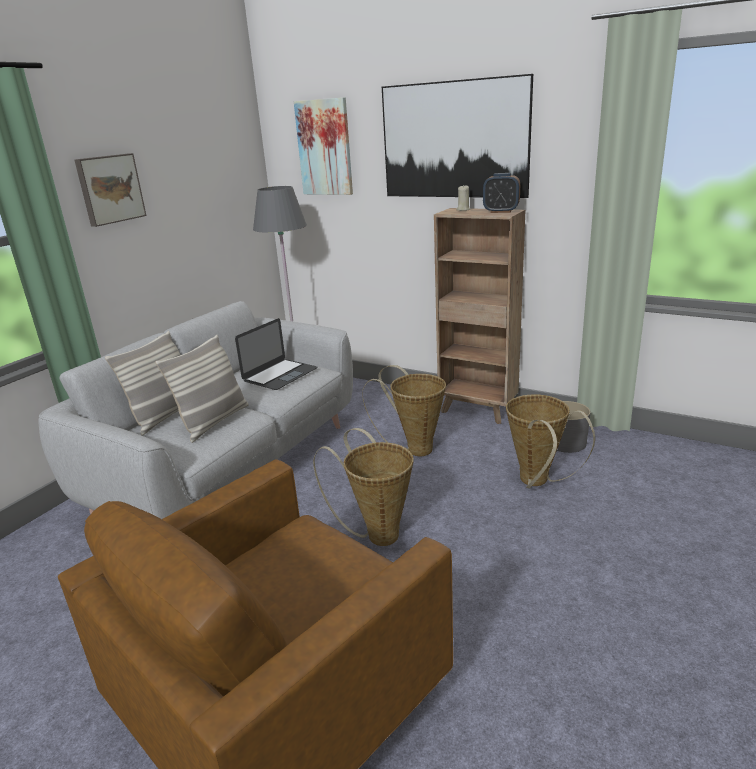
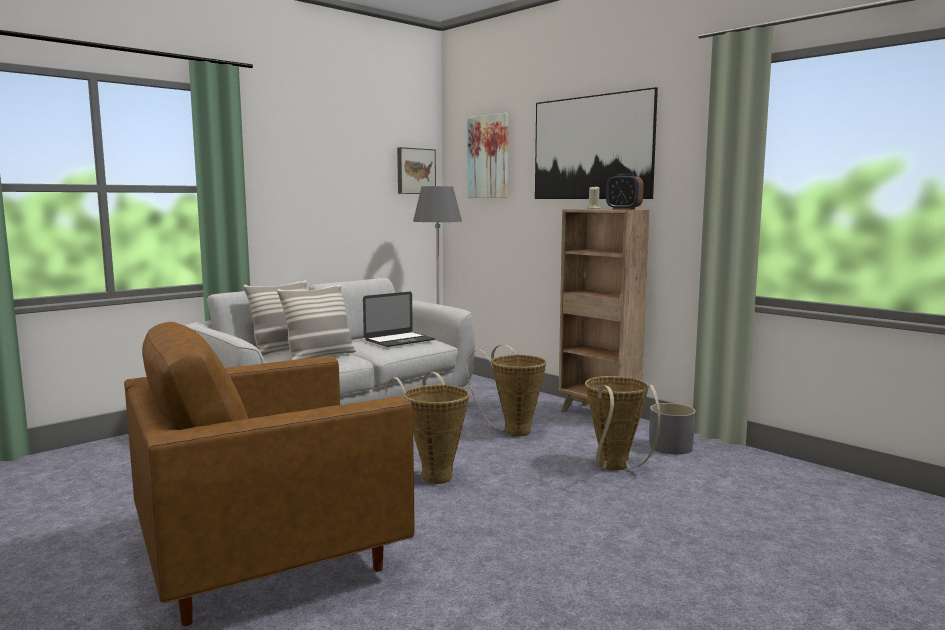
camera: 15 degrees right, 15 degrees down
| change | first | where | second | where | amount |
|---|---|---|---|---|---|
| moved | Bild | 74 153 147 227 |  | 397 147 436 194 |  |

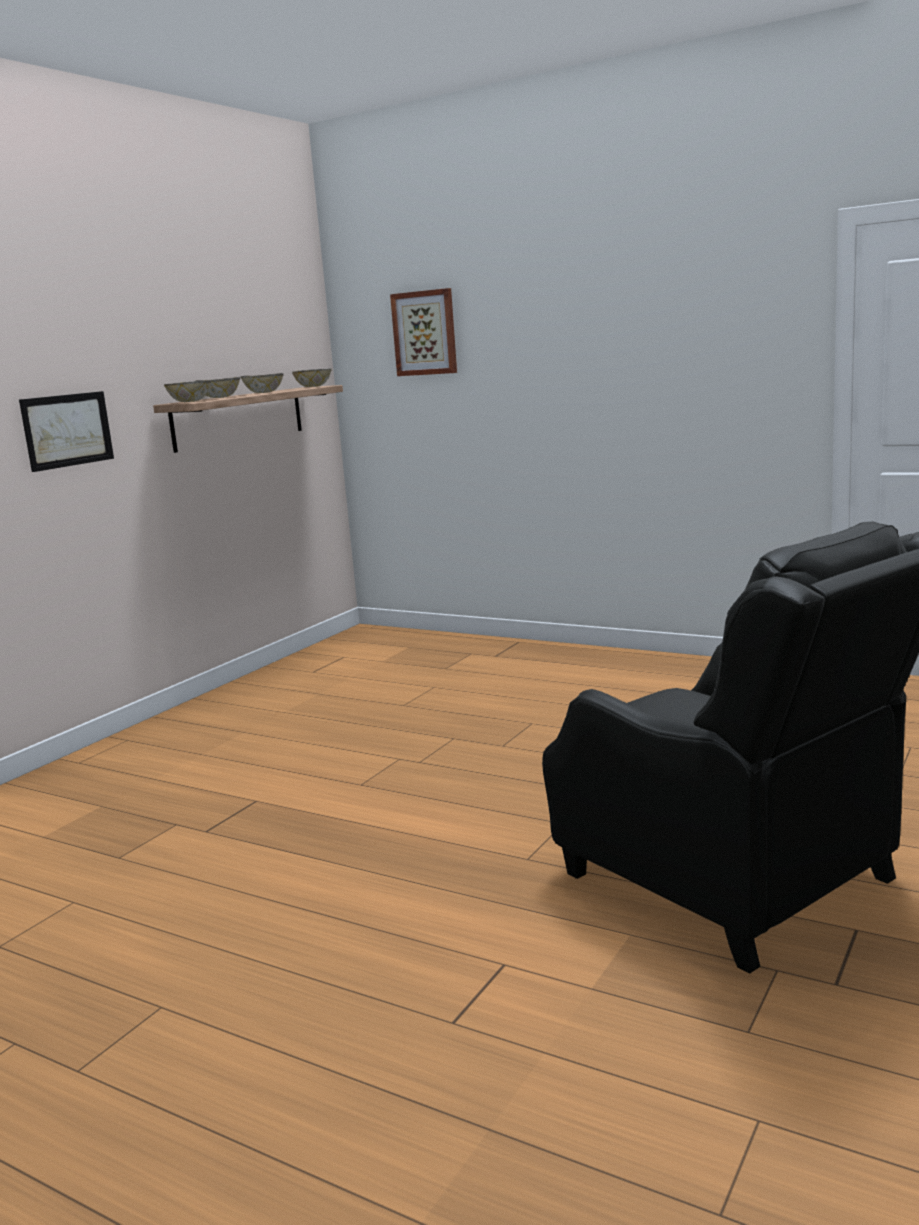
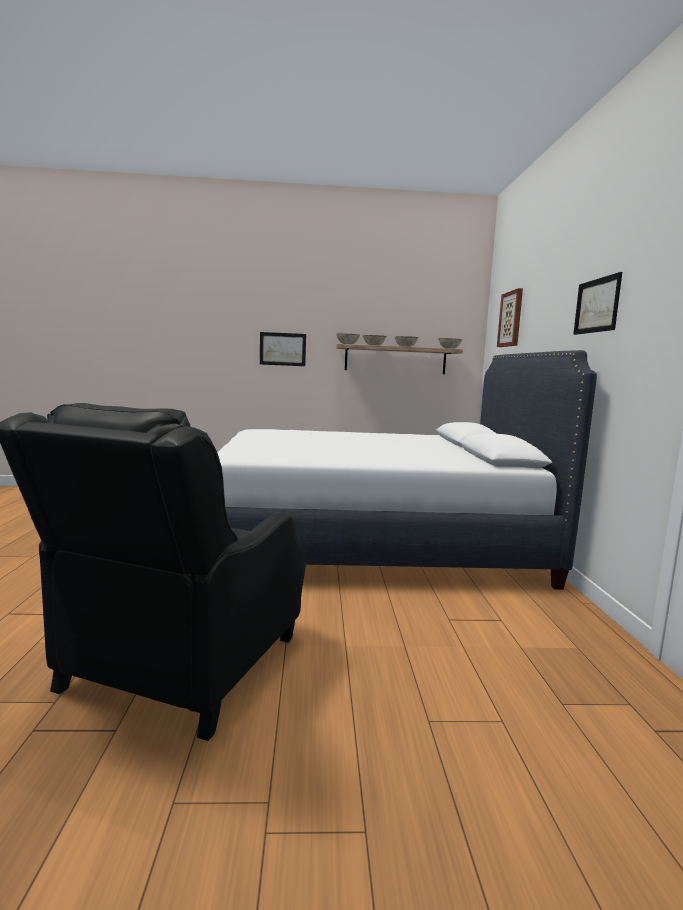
camera: 55 degrees right, 5 degrees down
| change | first | where | second | where | amount |
|---|---|---|---|---|---|
| added |  |  | Bett (weiß) | 217 350 597 590 |  |
| added |  |  | Bild | 573 272 622 335 |  |

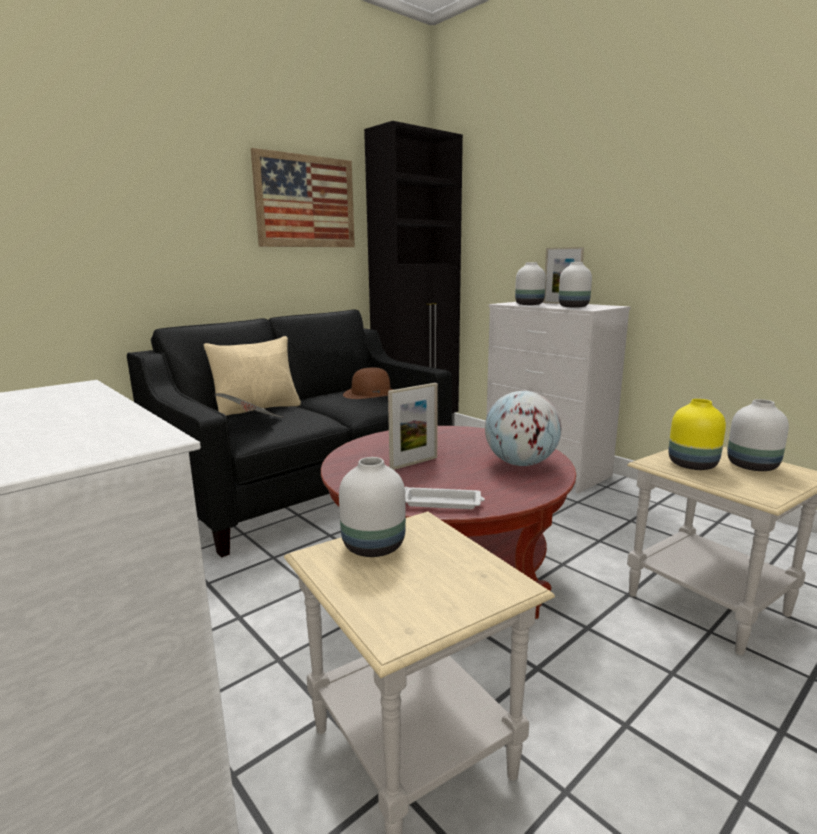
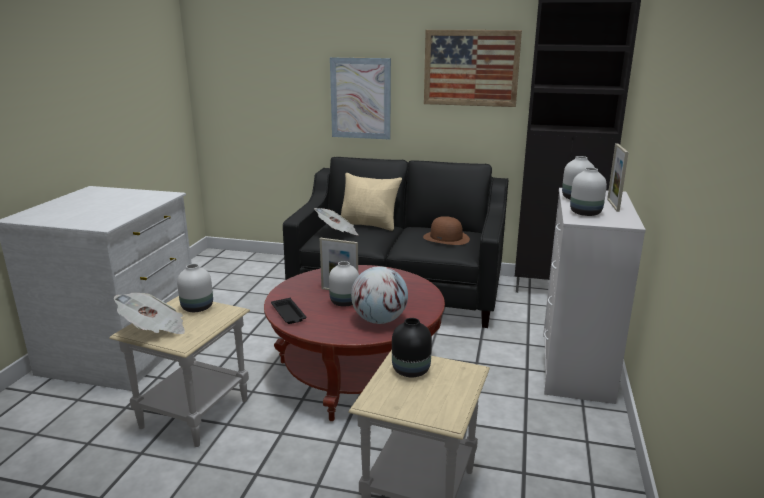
camera: 55 degrees right, 5 degrees up
| change | first | where | second | where | amount |
|---|---|---|---|---|---|
| added |  |  | Zeitung | 114 293 185 334 |  |
| recoloured | Tablett (weiß) | 405 486 485 509 | Tablett (schwarz) | 271 298 307 324 |  |
| moved | Vase (weiß) | 727 399 789 471 |  | 329 261 359 307 |  |
| added |  |  | Bild | 330 57 391 139 |  |
| recoloured | Vase (gelb) | 668 399 726 470 | Vase (schwarz) | 392 318 432 377 |  |

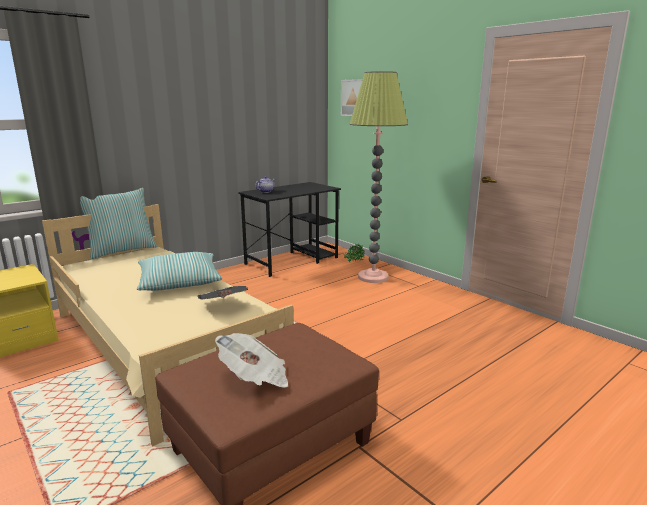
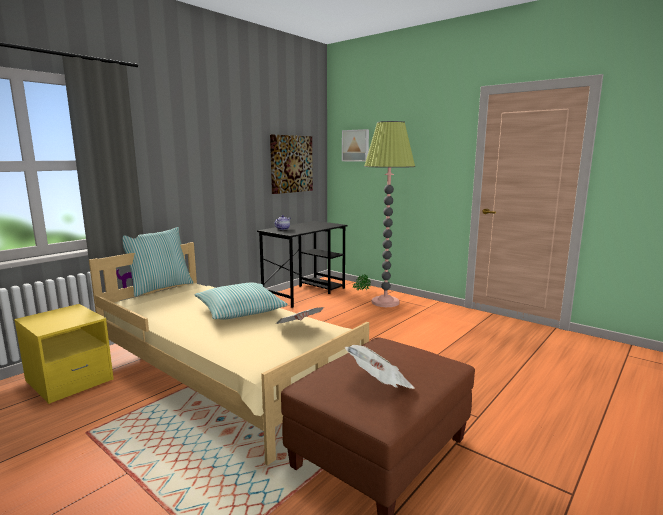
camera: 10 degrees left, 5 degrees down
| change | first | where | second | where | amount |
|---|---|---|---|---|---|
| added |  |  | Bild | 270 135 313 194 |  |

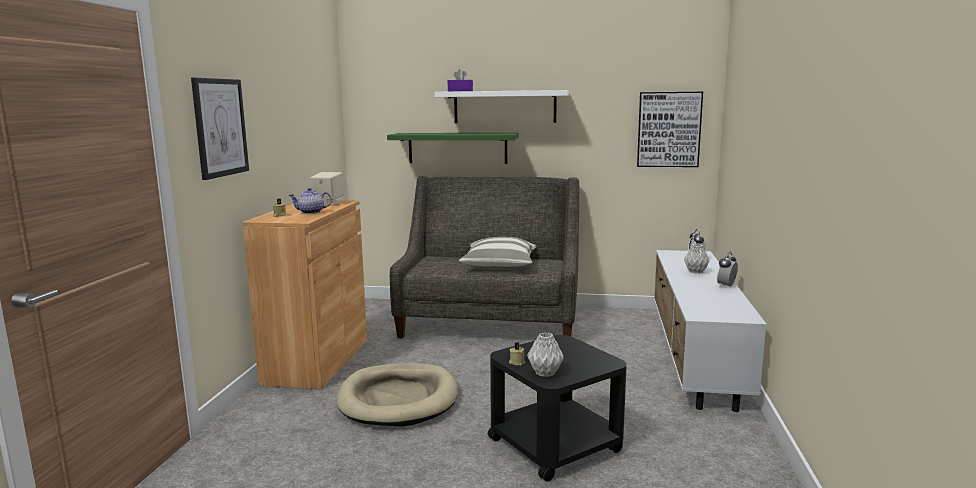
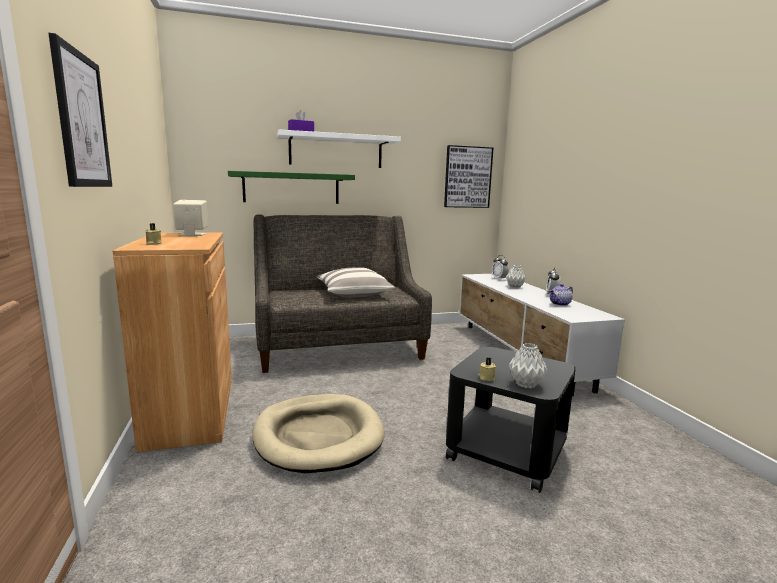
camera: 25 degrees left, 0 degrees up
| change | first | where | second | where | amount |
|---|---|---|---|---|---|
| moved | Teekanne | 289 188 332 214 |  | 550 284 573 306 |  |

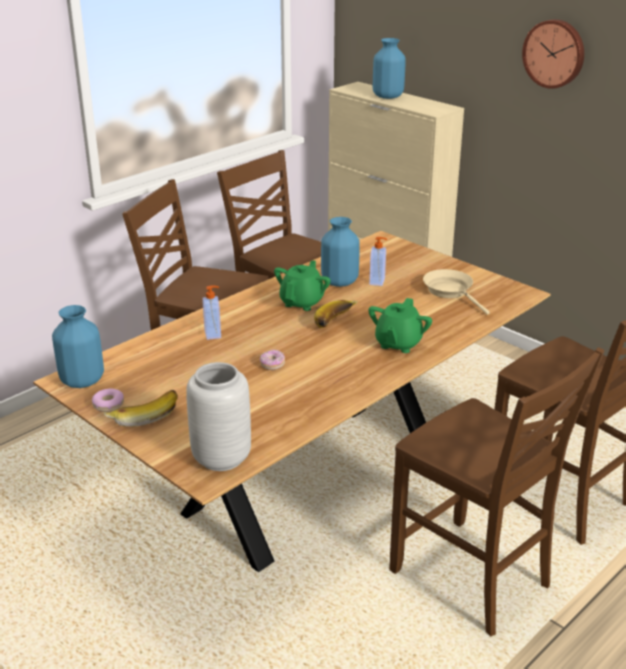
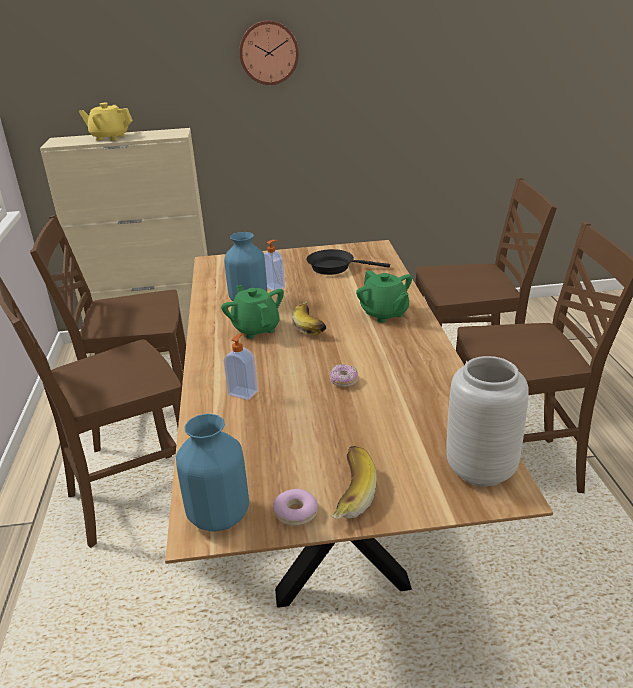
camera: 50 degrees left, 0 degrees up
| change | first | where | second | where | amount |
|---|---|---|---|---|---|
| replaced | Vase (blau) | 373 38 406 99 | Teekanne (gelb) | 79 103 133 141 |  |
| recoloured | Pfanne (beige) | 423 269 490 315 | Pfanne (schwarz) | 306 249 390 275 |  |

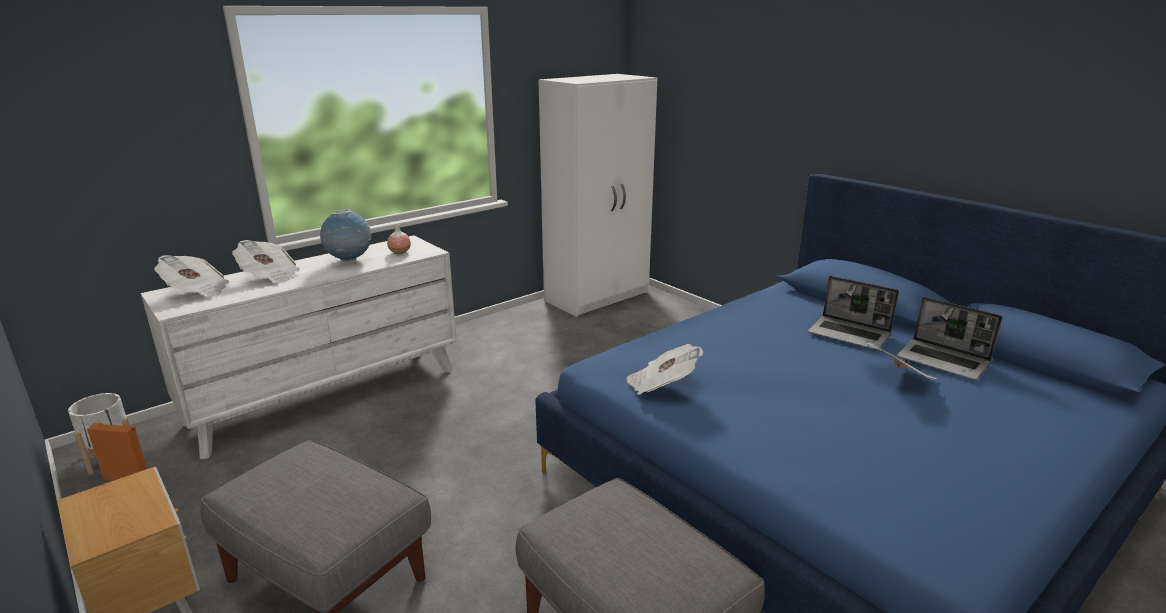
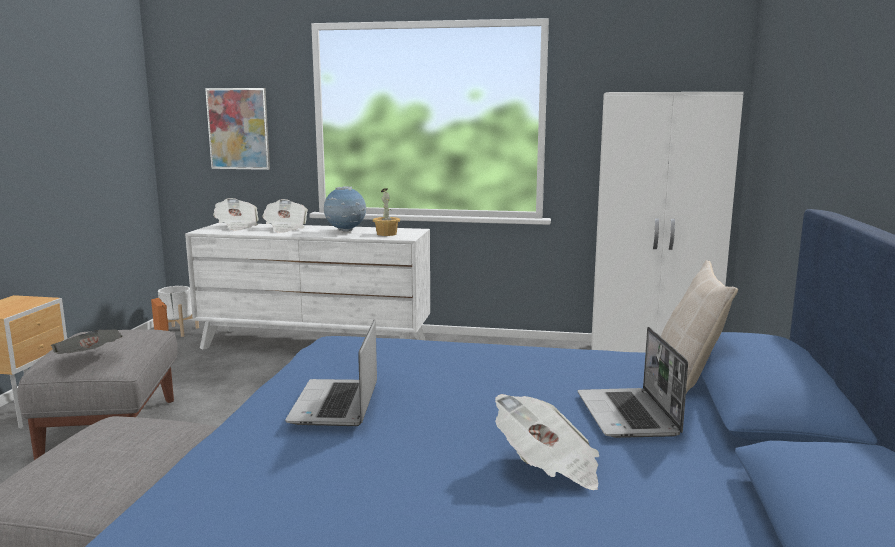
camera: 50 degrees right, 10 degrees down
| change | first | where | second | where | amount |
|---|---|---|---|---|---|
| moved | Zeitung | 626 344 703 395 |  | 51 330 123 354 |  |
| added |  |  | Bild | 205 88 270 170 |  |
| moved | Laptop | 897 297 1002 380 |  | 285 319 377 426 |  |
| replaced | Vase | 387 224 411 254 | Topfpflanze | 373 188 400 236 |  |
| added |  |  | Kissen (beige) | 661 260 738 393 |  |

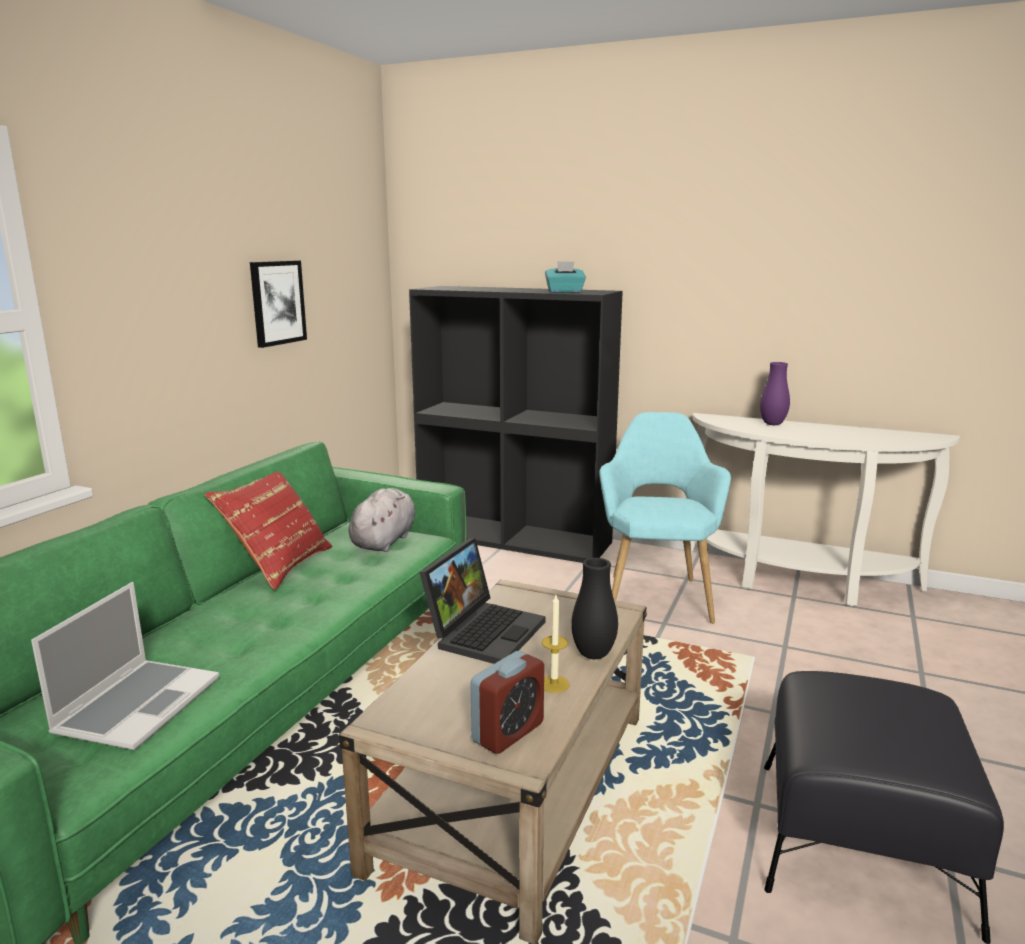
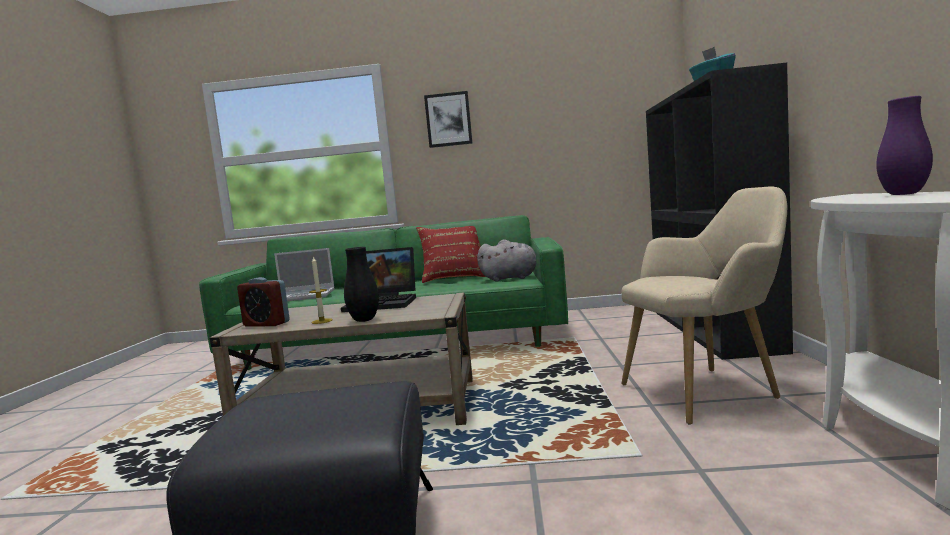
camera: 70 degrees right, 10 degrees down
| change | first | where | second | where | amount |
|---|---|---|---|---|---|
| moved | Bild | 250 260 307 348 |  | 424 91 473 148 |  |
| recoloured | Sessel (türkis) | 599 412 731 624 | Sessel (beige) | 621 187 787 425 |  |

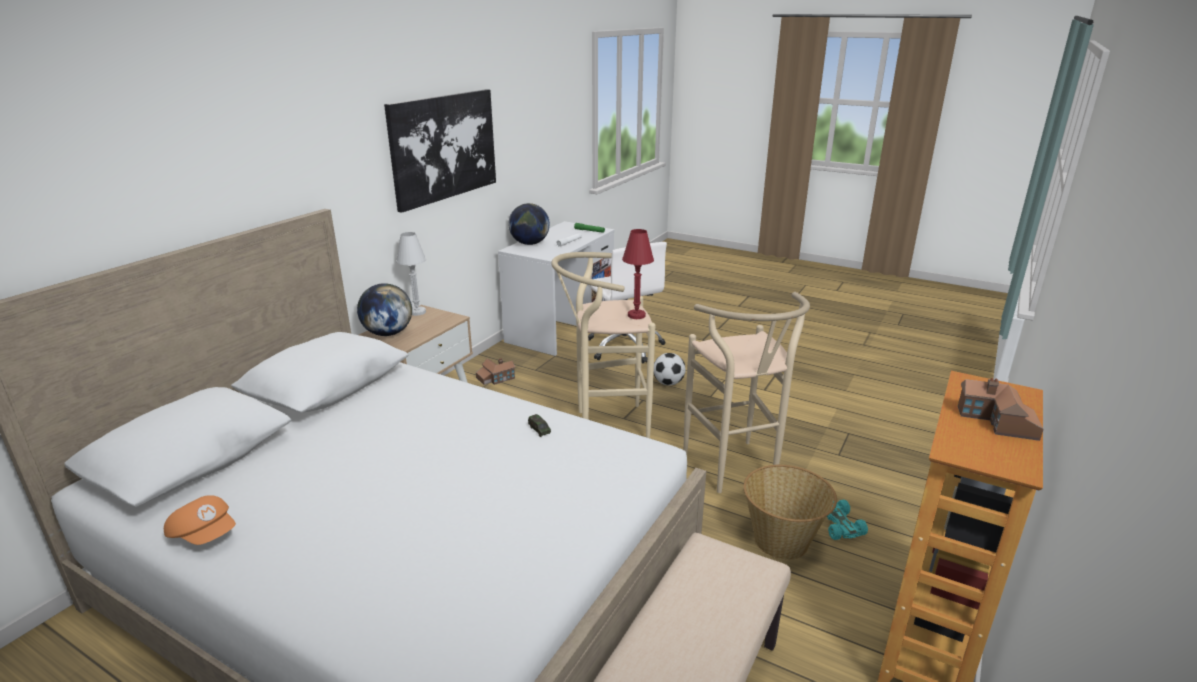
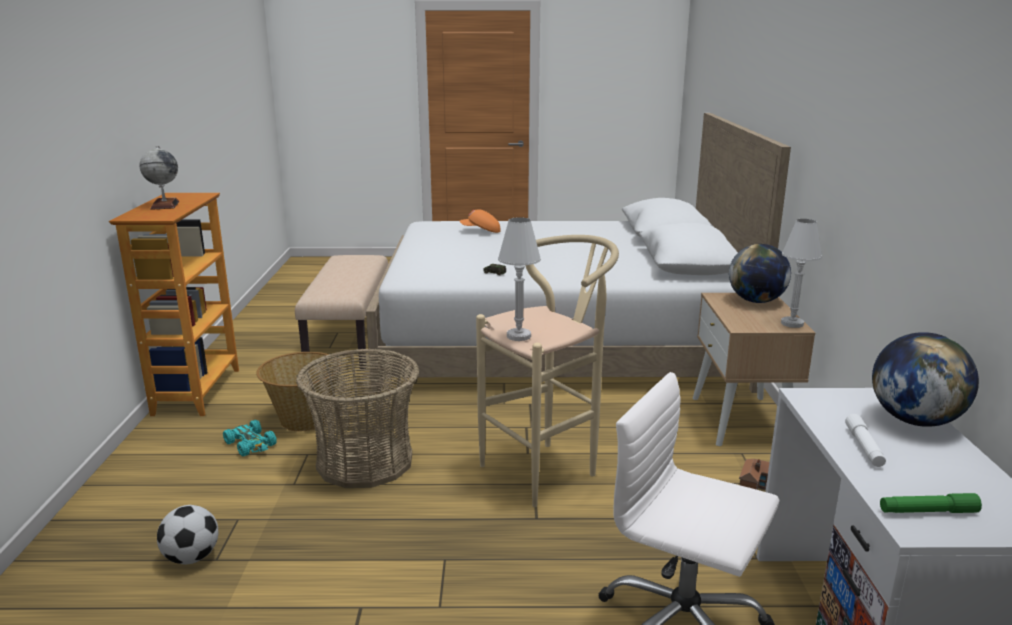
camera: 150 degrees right, 5 degrees down
| change | first | where | second | where | amount |
|---|---|---|---|---|---|
| replaced | Spielzeughaus | 958 378 1044 441 | Globus | 139 146 179 210 |  |
| moved | Fußball | 654 353 686 385 |  | 157 505 218 564 |  |
| replaced | Hocker (beige) | 683 292 810 493 | Korb | 296 348 420 488 |  |
| moved | Kappe (orange) | 164 495 236 545 |  | 460 209 500 233 |  |
| recoloured | Tischlampe (rot) | 622 229 654 319 | Tischlampe (weiß) | 498 217 541 341 |  |
| removed | Bild | 384 89 496 213 |  |  |  |

